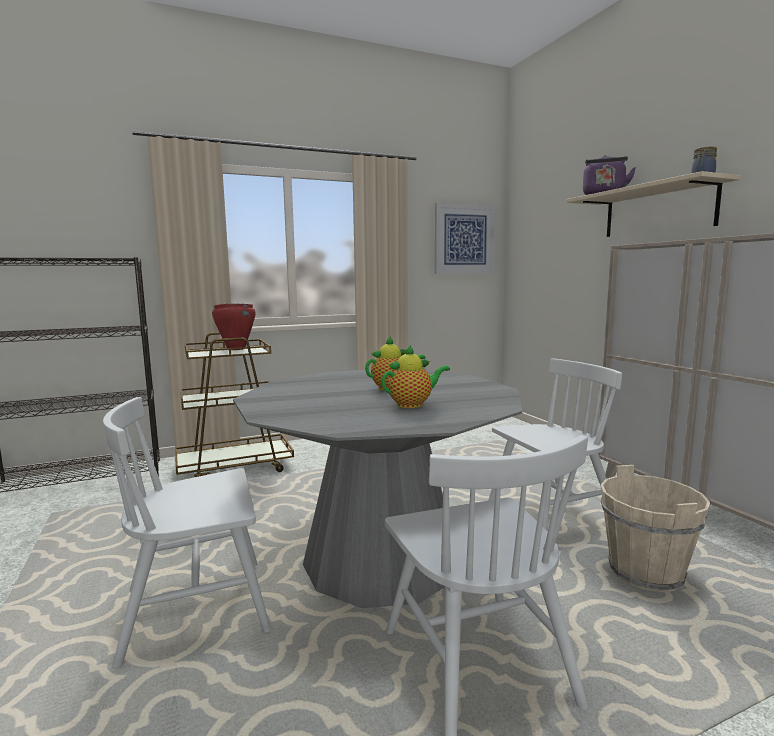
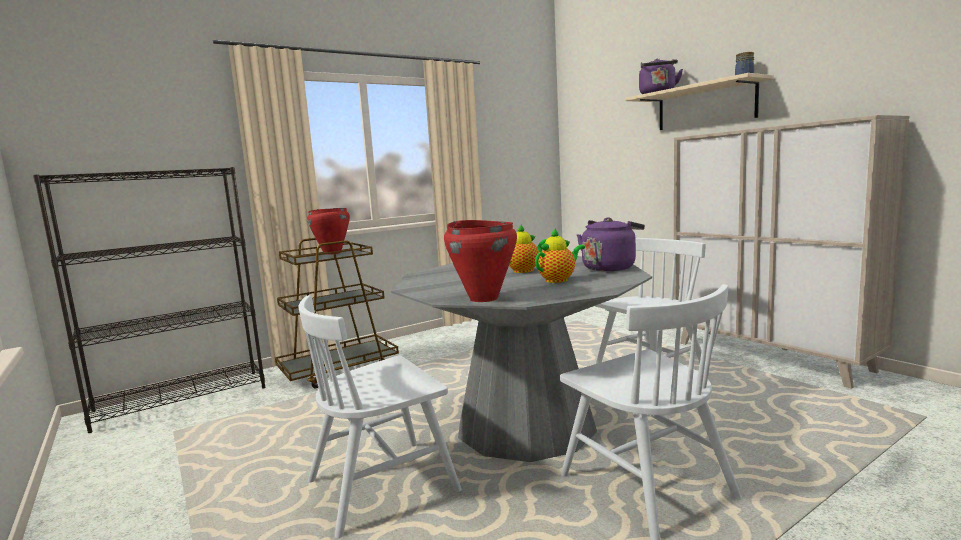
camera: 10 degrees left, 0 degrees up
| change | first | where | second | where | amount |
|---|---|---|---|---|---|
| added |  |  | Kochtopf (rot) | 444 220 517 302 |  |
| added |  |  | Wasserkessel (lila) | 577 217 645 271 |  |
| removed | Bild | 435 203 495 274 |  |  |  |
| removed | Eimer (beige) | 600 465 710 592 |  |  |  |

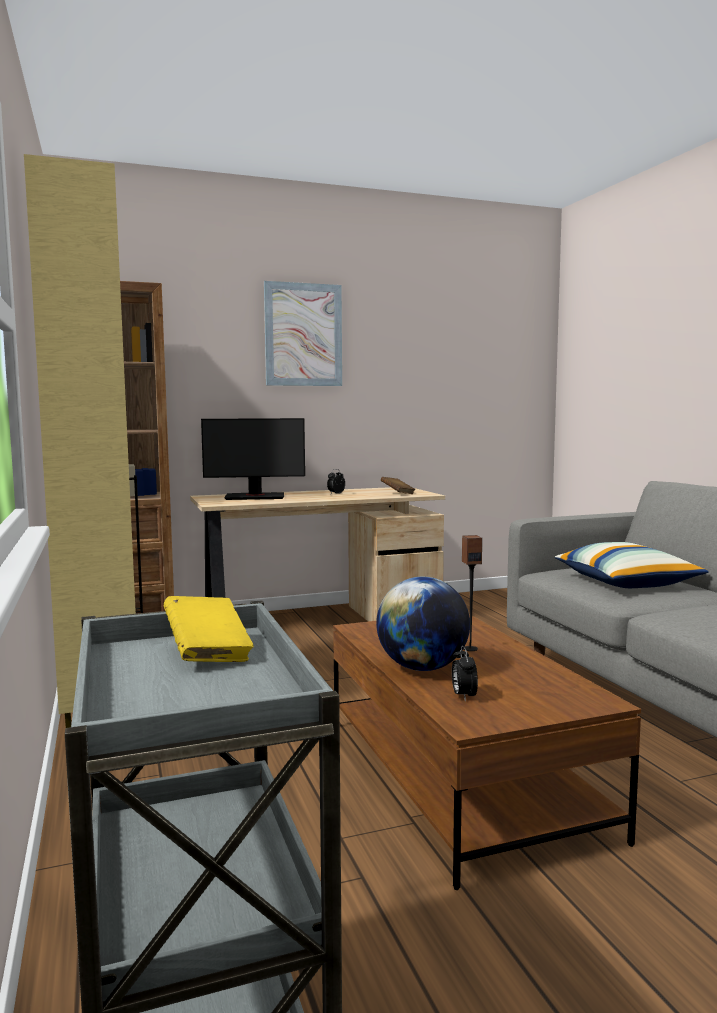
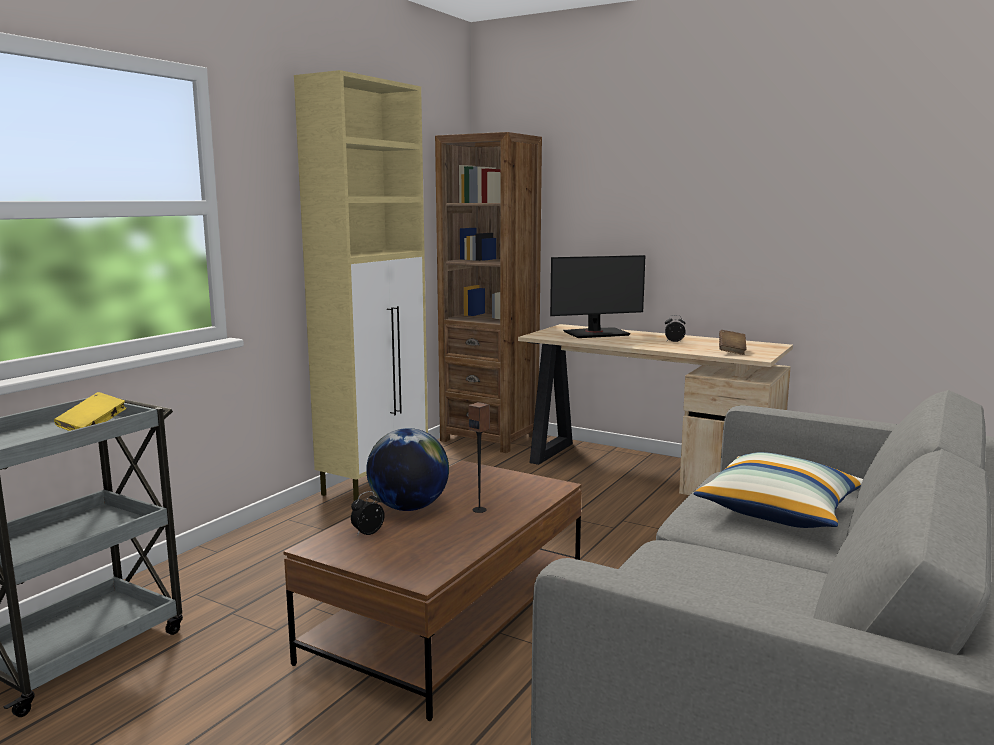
camera: 50 degrees right, 5 degrees up
| change | first | where | second | where | amount |
|---|---|---|---|---|---|
| turned | Monitor | 201 418 305 500 |  | 550 255 646 338 | 60 degrees counterclockwise |
| removed | Bild | 264 281 342 386 |  |  |  |

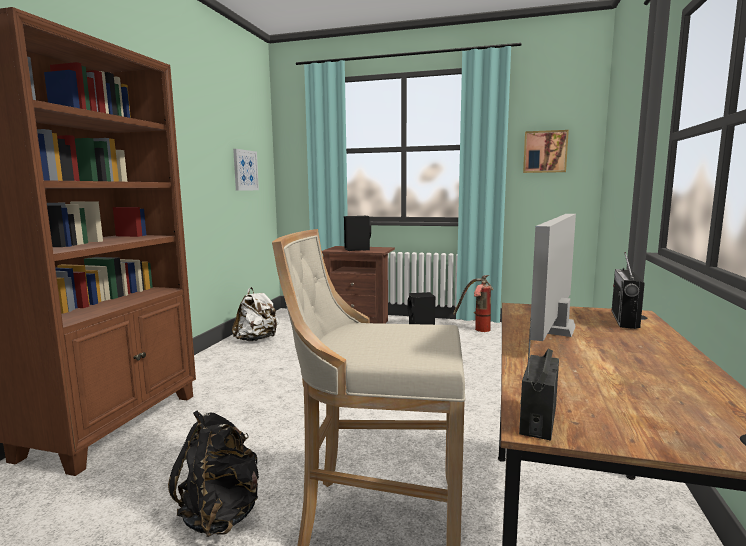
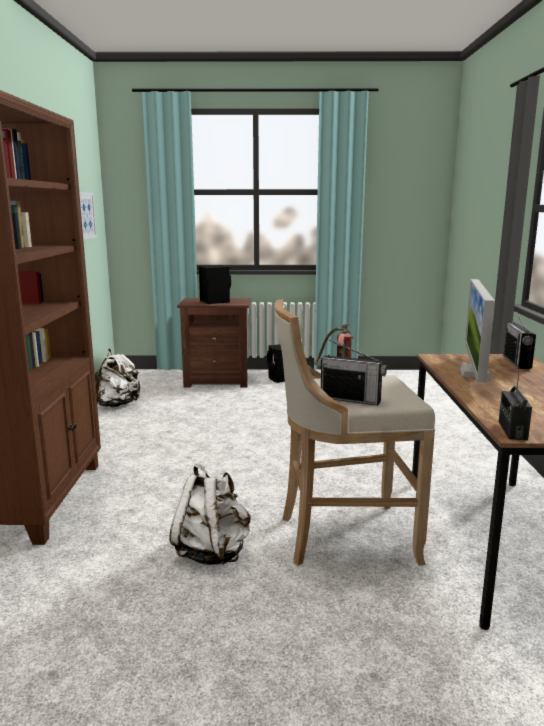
camera: 15 degrees left, 5 degrees up
| change | first | where | second | where | amount |
|---|---|---|---|---|---|
| recoloured | Rucksack (schwarz) | 168 410 259 537 | Rucksack (weiß) | 169 464 250 565 |  |
| added |  |  | Radio | 317 340 387 405 |  |
| removed | Bild | 523 130 569 173 |  |  |  |

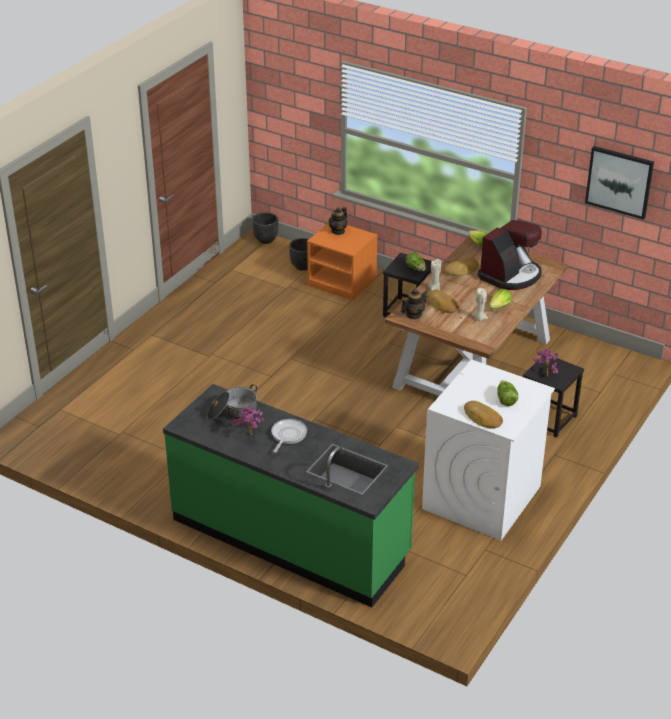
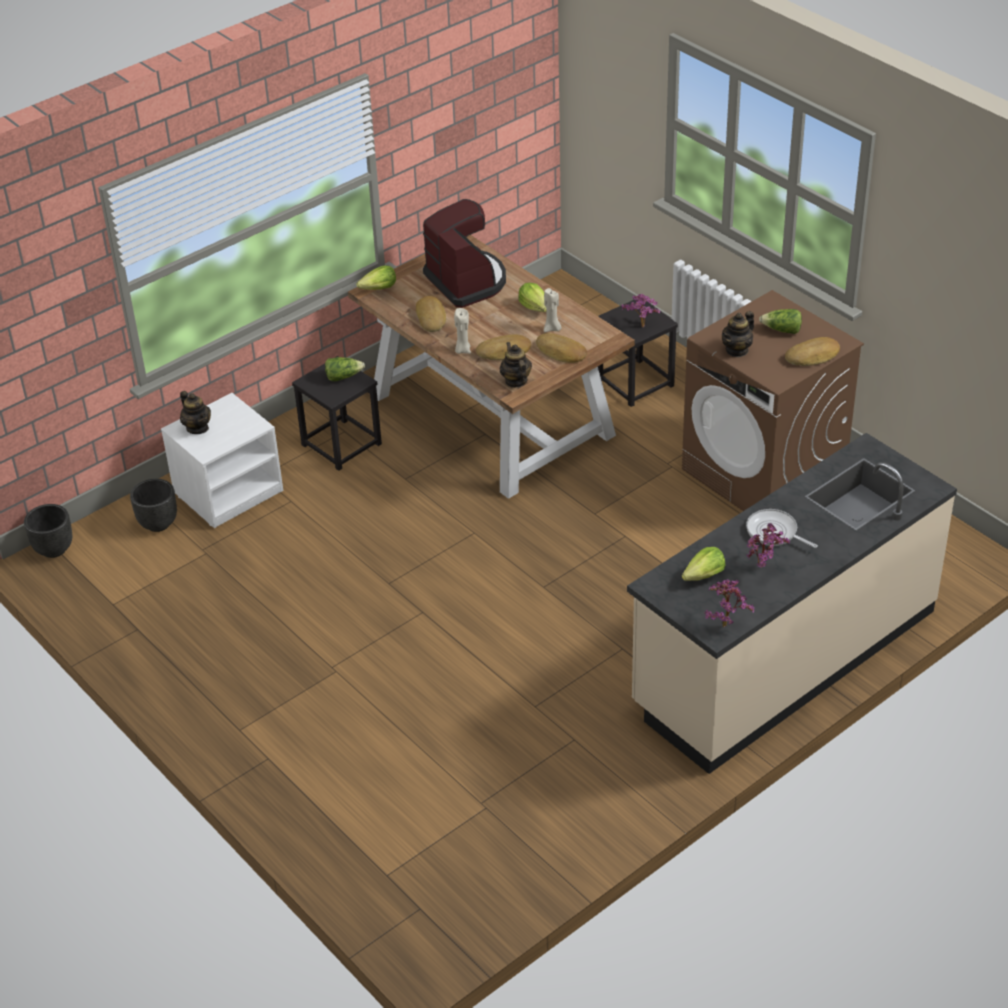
camera: 70 degrees left, 5 degrees up
| change | first | where | second | where | amount |
|---|---|---|---|---|---|
| recoloured | Nachttisch (orange) | 307 223 377 301 | Nachttisch (weiß) | 161 393 283 528 |  |
| added |  |  | Brot | 536 333 587 363 |  |
| recoloured | Küchenzeile (grün) | 163 384 419 607 | Küchenzeile (beige) | 627 433 957 774 |  |
| recoloured | Waschmaschine (weiß) | 422 360 555 541 | Waschmaschine (braun) | 682 290 864 511 |  |
| replaced | Kochtopf | 207 384 257 420 | Salatkopf | 682 547 726 581 |  |
| added |  |  | Topfpflanze | 704 579 755 627 |  |
| added |  |  | Teekanne | 722 311 754 357 |  |
| removed | Bild | 585 146 654 220 |  |  |  |

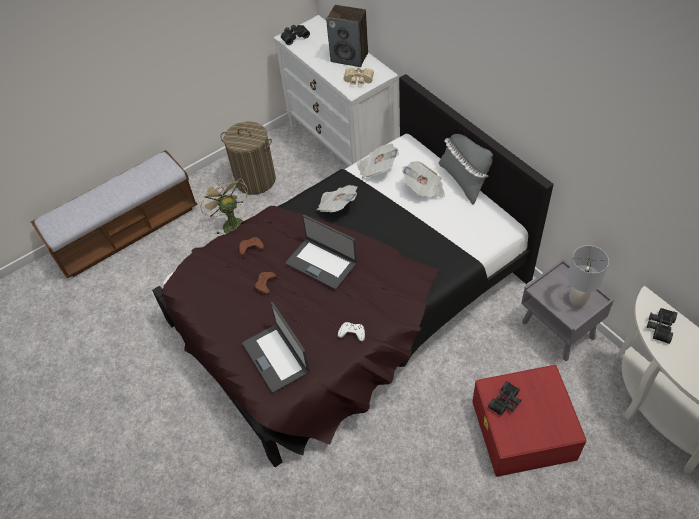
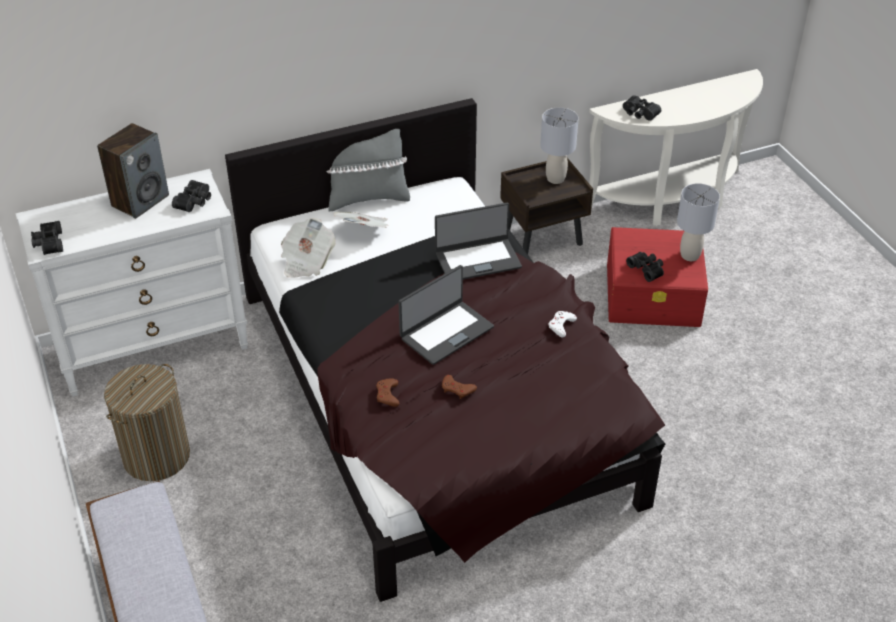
camera: 80 degrees left, 10 degrees down
| change | first | where | second | where | amount |
|---|---|---|---|---|---|
| recoloured | Fernglas (beige) | 344 67 374 85 | Fernglas (schwarz) | 172 180 211 212 |  |
| moved | Laptop | 242 302 310 393 |  | 435 203 522 279 |  |
| recoloured | Nachttisch (grau) | 521 259 614 361 | Nachttisch (braun) | 500 158 593 254 |  |
| added |  |  | Tischlampe (grau) | 677 183 720 261 |  |
| removed | Ventilator (beige) | 197 175 248 234 |  |  |  |
| removed | Zeitung | 317 185 358 212 |  |  |  |

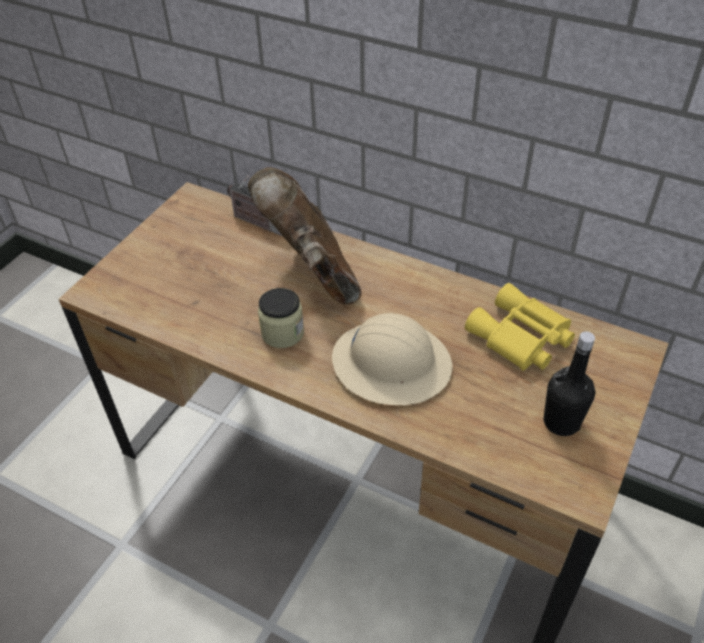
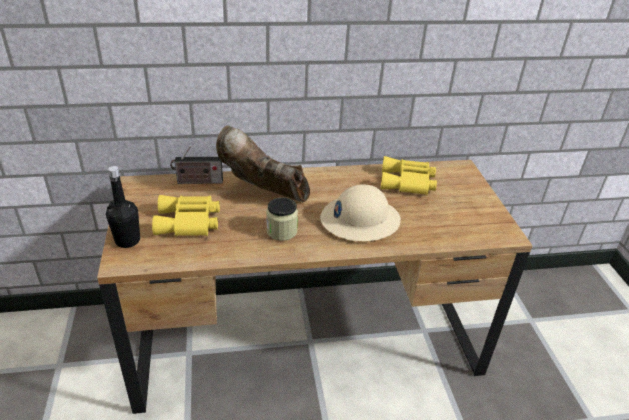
camera: 40 degrees left, 10 degrees down
| change | first | where | second | where | amount |
|---|---|---|---|---|---|
| moved | Flasche (schwarz) | 544 331 596 436 |  | 106 166 140 248 |  |
| added |  |  | Fernglas (gelb) | 152 195 220 236 |  |

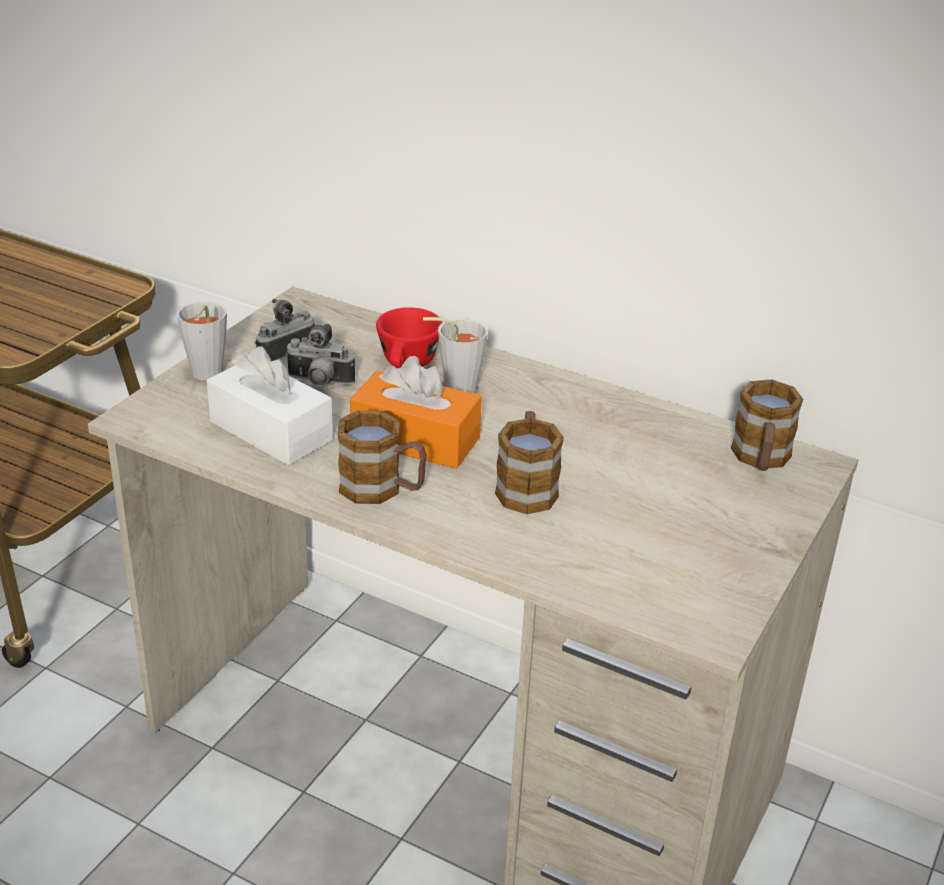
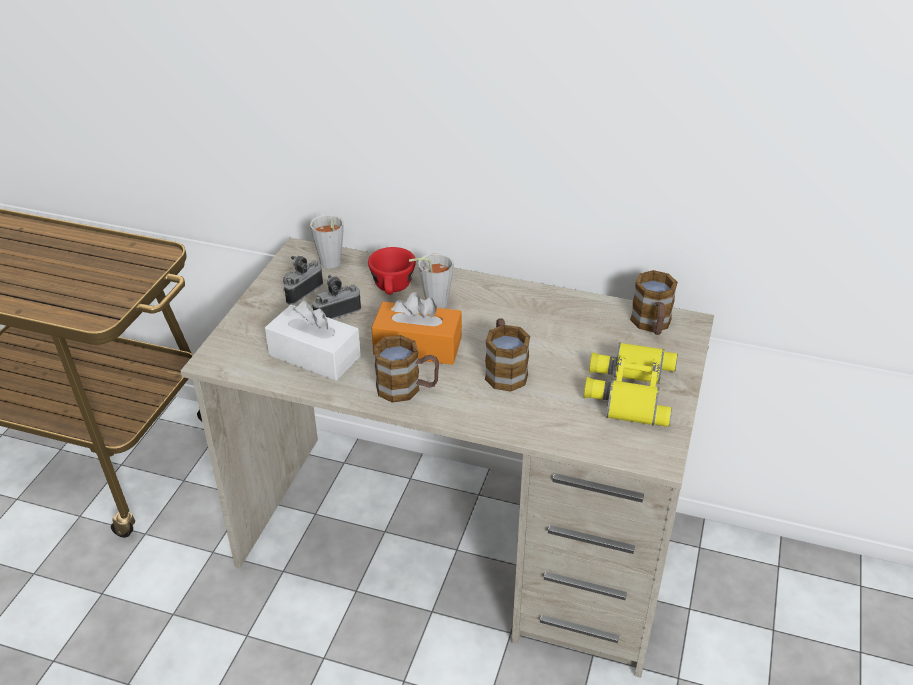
camera: 10 degrees left, 5 degrees up
| change | first | where | second | where | amount |
|---|---|---|---|---|---|
| moved | Tasse (grau) | 176 301 227 380 |  | 310 214 344 268 |  |
| turned | Kamera | 285 324 355 386 |  | 312 275 361 319 | 150 degrees clockwise |
| added |  |  | Fernglas (gelb) | 584 342 678 427 |  |

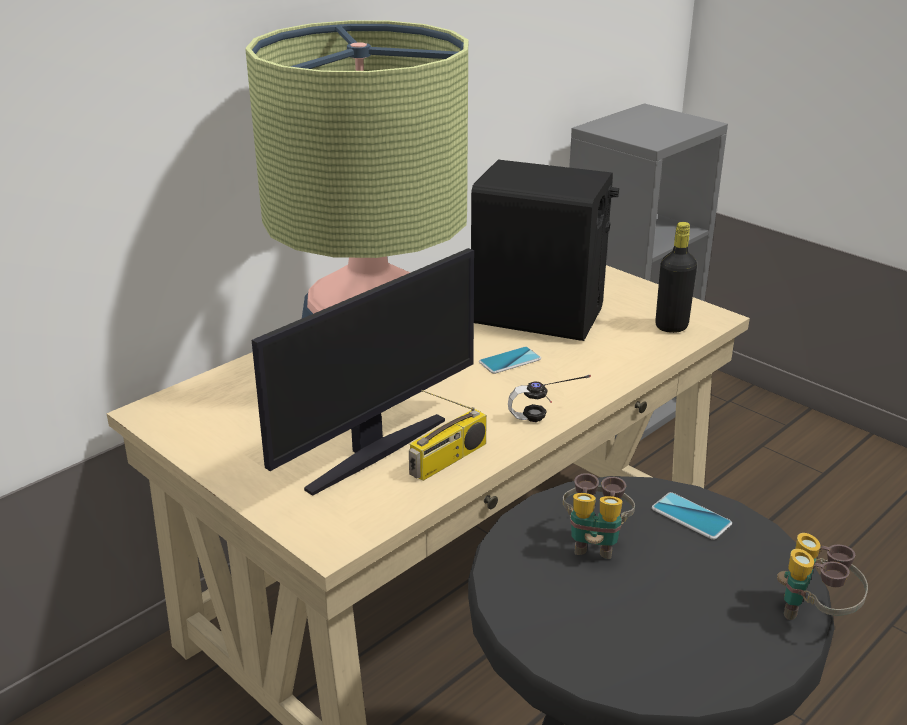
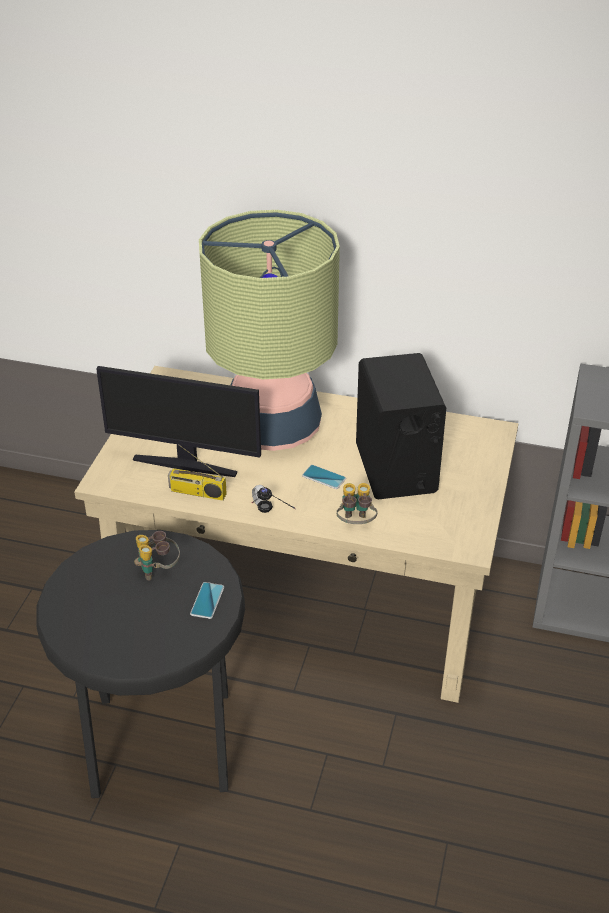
camera: 60 degrees right, 10 degrees up
| change | first | where | second | where | amount |
|---|---|---|---|---|---|
| moved | Fernglas | 777 533 868 620 |  | 337 483 377 524 |  |
| removed | Flasche (schwarz) | 655 222 697 333 |  |  |  |

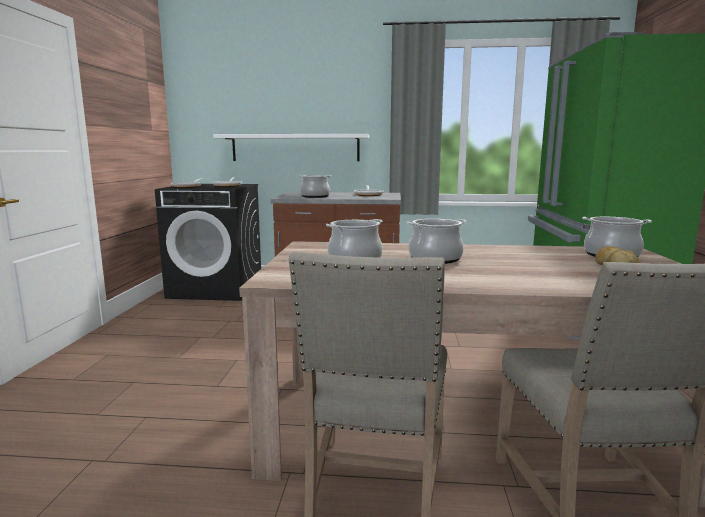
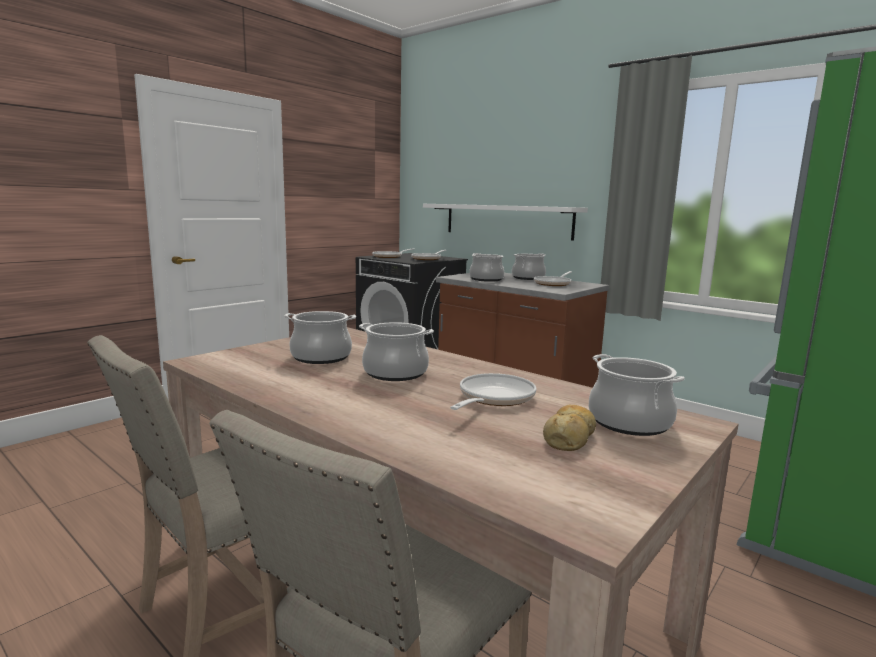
camera: 35 degrees right, 0 degrees up
| change | first | where | second | where | amount |
|---|---|---|---|---|---|
| added |  |  | Pfanne | 450 373 536 410 |  |
| added |  |  | Kochtopf | 512 253 546 280 |  |

